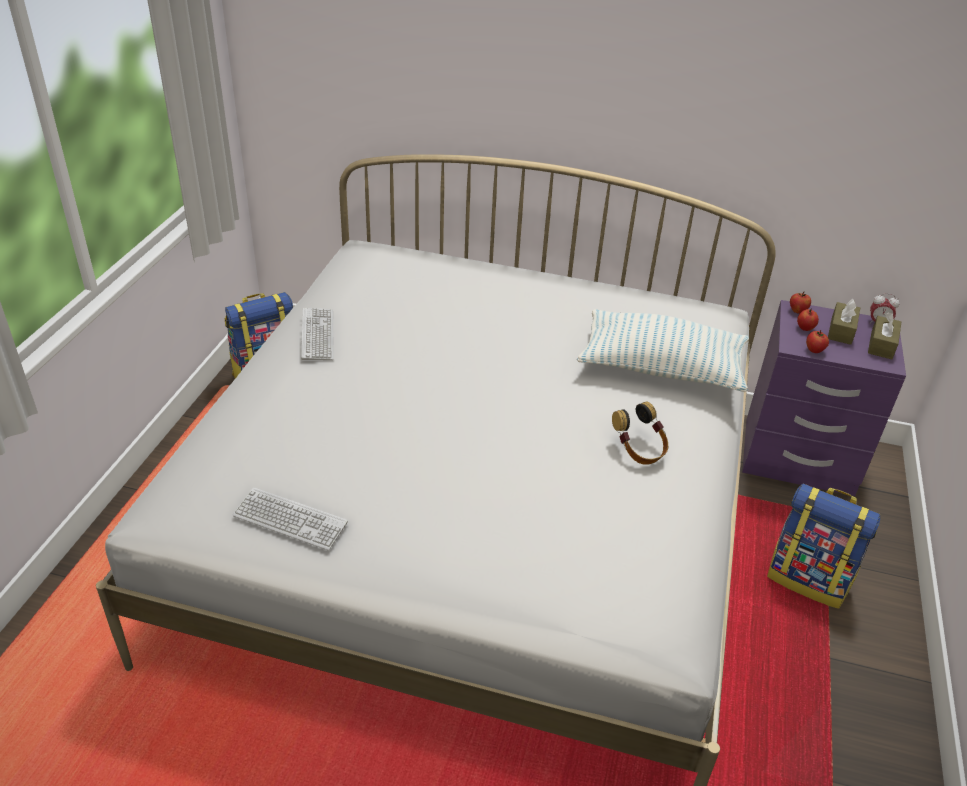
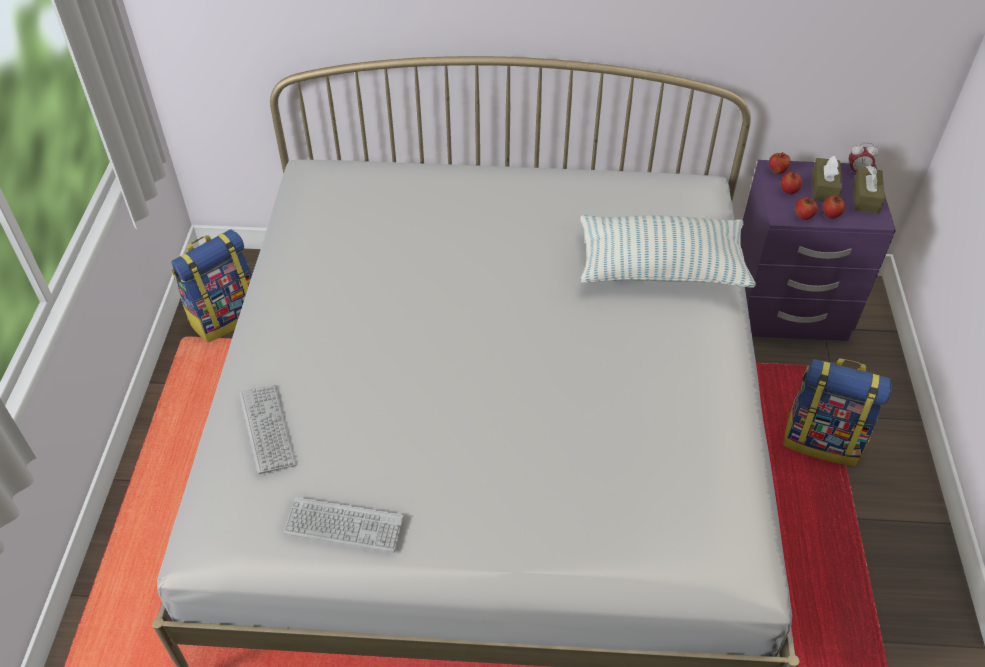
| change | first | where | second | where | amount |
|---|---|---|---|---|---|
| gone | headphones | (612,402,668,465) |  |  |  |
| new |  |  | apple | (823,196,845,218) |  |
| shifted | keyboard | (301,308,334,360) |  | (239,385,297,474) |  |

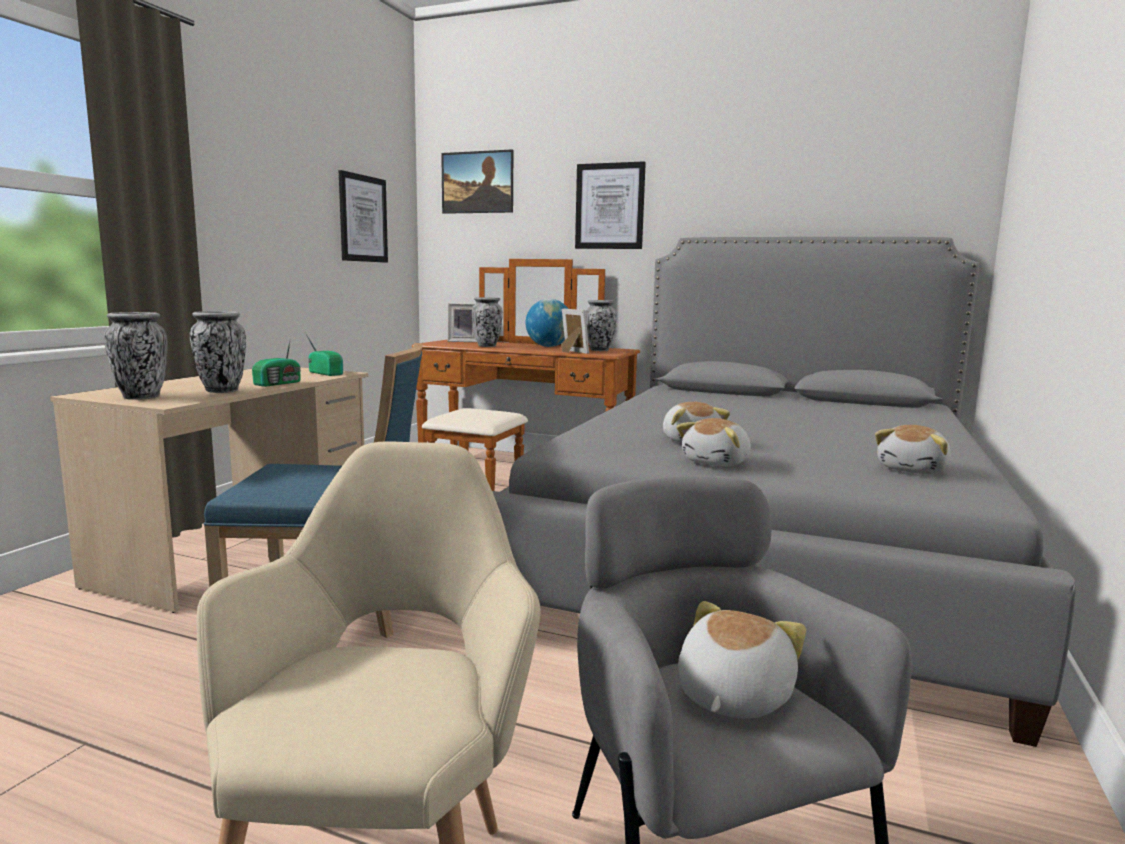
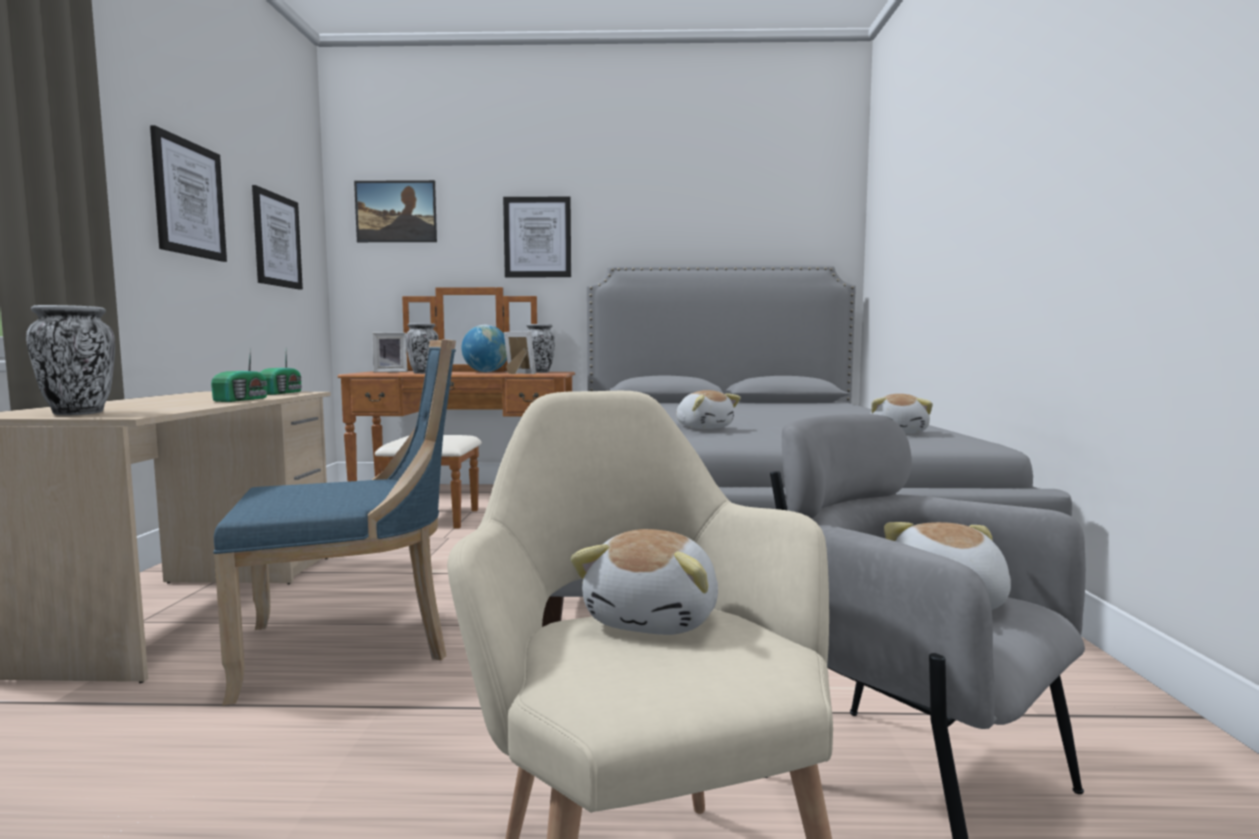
| change | first | where | second | where | amount |
|---|---|---|---|---|---|
| gone | vase | (190,311,246,393) |  |  |  |
| new |  |  | picture | (150,125,227,262) |  |
| shifted | plush toy | (676,418,751,467) |  | (570,529,718,635) |  |
| rotated | radio | (306,334,343,376) |  | (259,352,302,395) | 75 degrees clockwise |

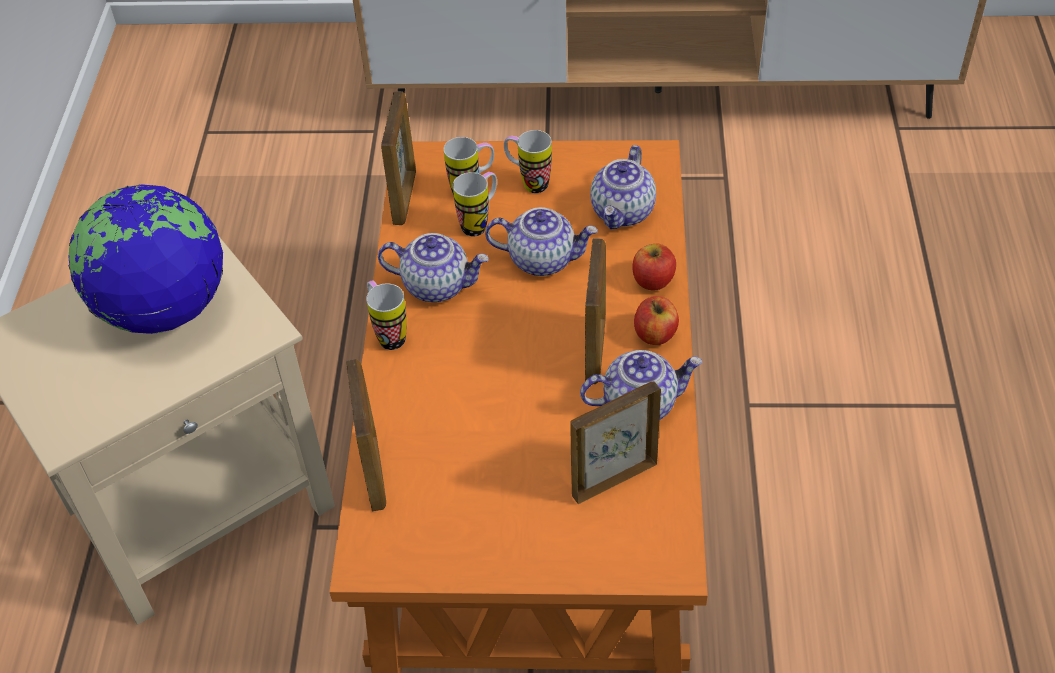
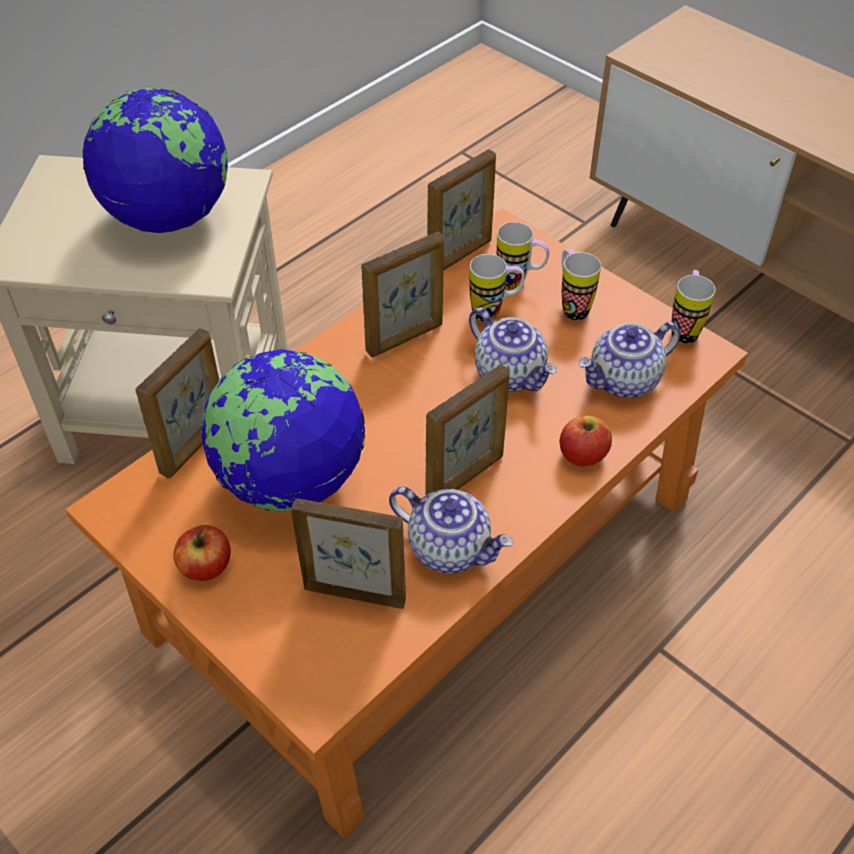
| change | first | where | second | where | amount |
|---|---|---|---|---|---|
| new |  |  | globe | (201,349,365,511) |  |
| shifted | mug | (366,280,407,350) |  | (671,270,715,344) |  |
| shifted | apple | (634,296,679,345) |  | (174,525,231,581) |  |
| swapped | teapot | (378,233,489,302) | picture frame | (361,232,444,357) |  |

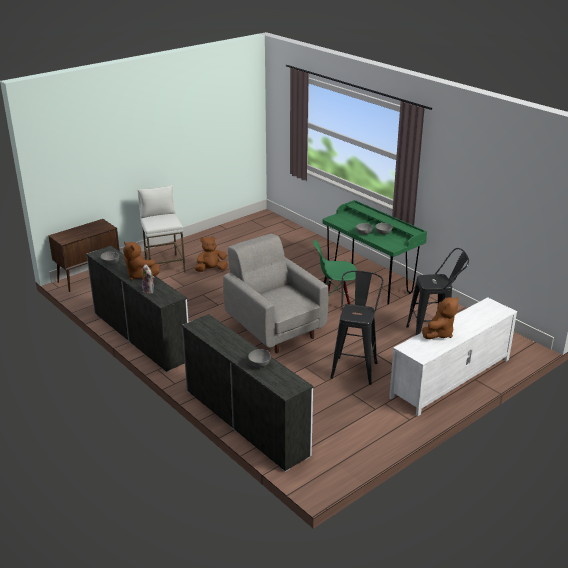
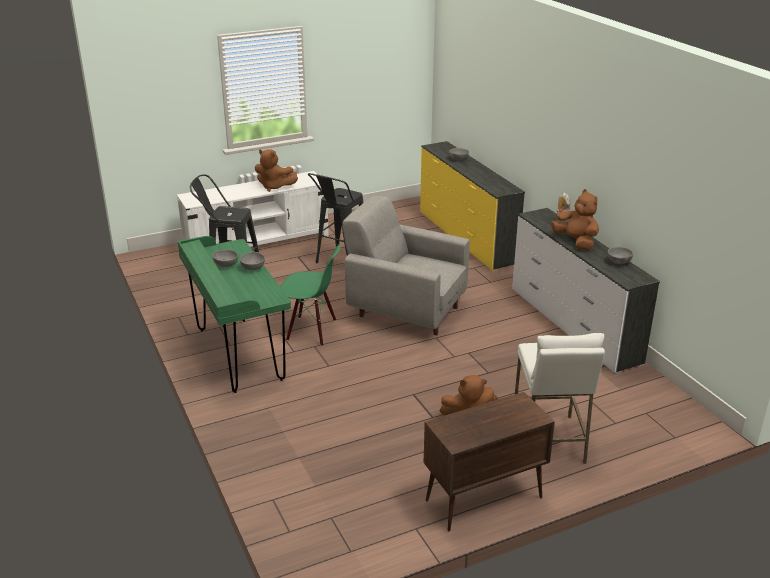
| change | first | where | second | where | amount |
|---|---|---|---|---|---|
| shifted | brown cabinet | (48,219,120,292) |  | (424,392,555,531) |  |
| repainted | white dresser | (182,314,314,472) | yellow dresser | (420,141,525,271) |  |
| rotated | grey armchair | (223,234,328,353) |  | (343,196,470,335) | 135 degrees clockwise |
| rotated | brown plush toy | (422,297,459,339) |  | (255,149,298,192) | 120 degrees counterclockwise |

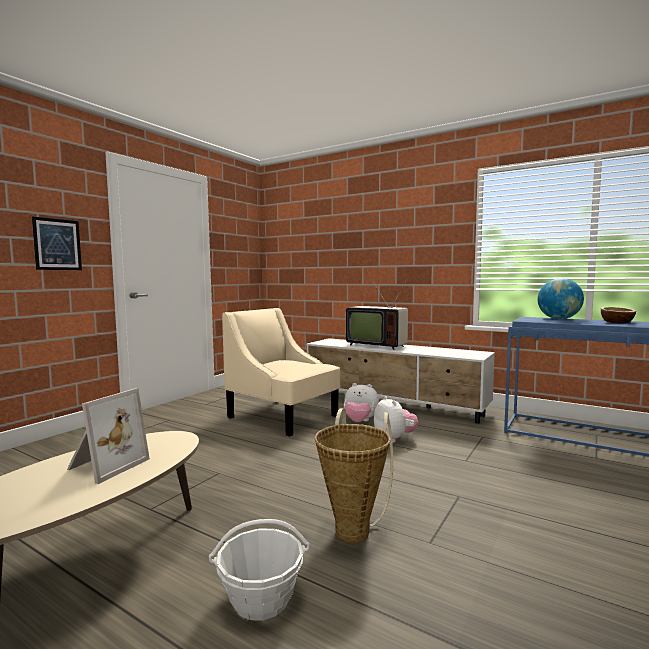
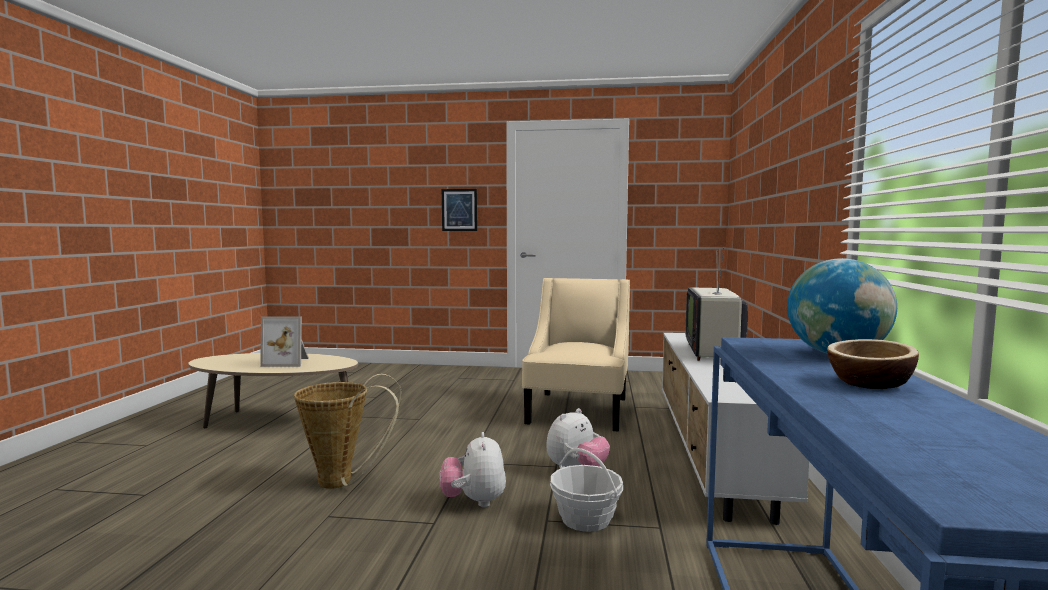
| change | first | where | second | where | amount |
|---|---|---|---|---|---|
| shifted | basket | (209,519,310,621) |  | (550,448,623,532) |  |
| shifted | plush toy | (344,383,379,422) |  | (440,432,506,507) |  |

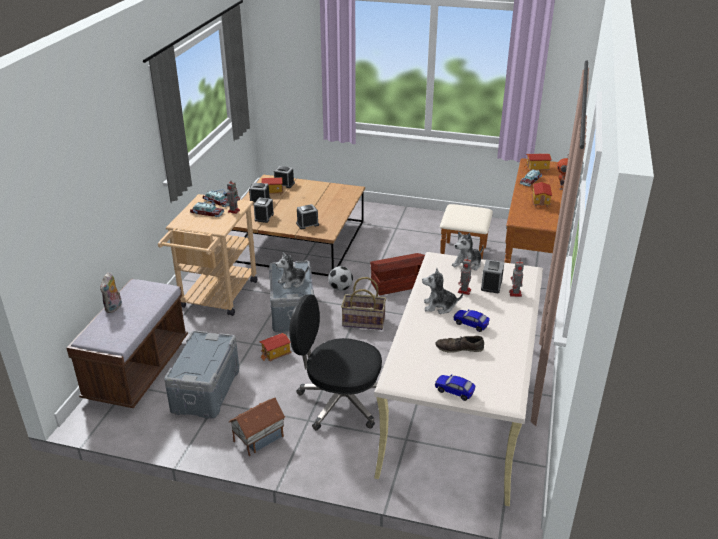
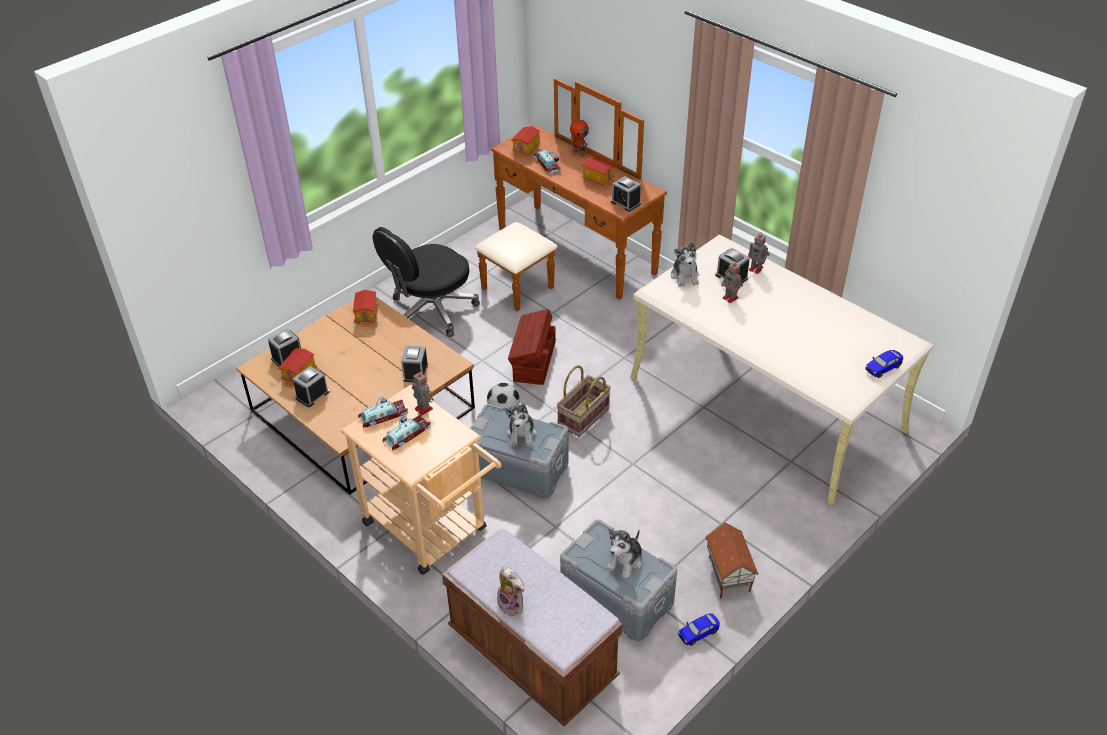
| change | first | where | second | where | amount |
|---|---|---|---|---|---|
| gone | brown shoe | (435,336,484,353) |  |  |  |
| shifted | alarm clock | (254,197,274,223) |  | (611,176,641,212) |  |
| shifted | toy house | (259,333,292,361) |  | (353,290,378,327) |  |
| shifted | black office chair | (289,294,382,431) |  | (373,227,480,337) |  |
| shifted | plush toy | (422,268,463,314) |  | (606,529,643,579) |  |
| shifted | toy car | (454,309,490,332) |  | (678,613,720,646) |  |

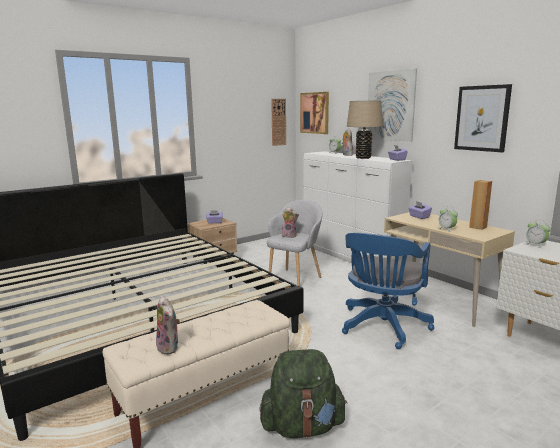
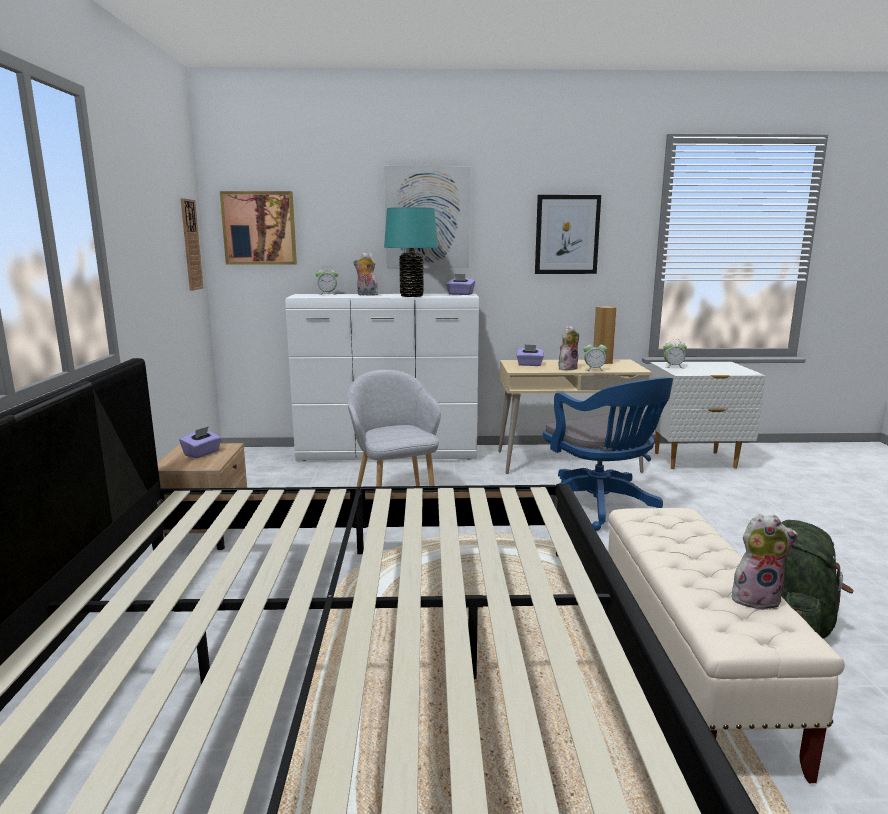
| change | first | where | second | where | amount |
|---|---|---|---|---|---|
| shifted | plush toy | (282,207,299,238) |  | (558,326,579,370) |  |
| repainted | beige table lamp | (347,101,383,159) | turquoise table lamp | (384,207,438,297) |  |

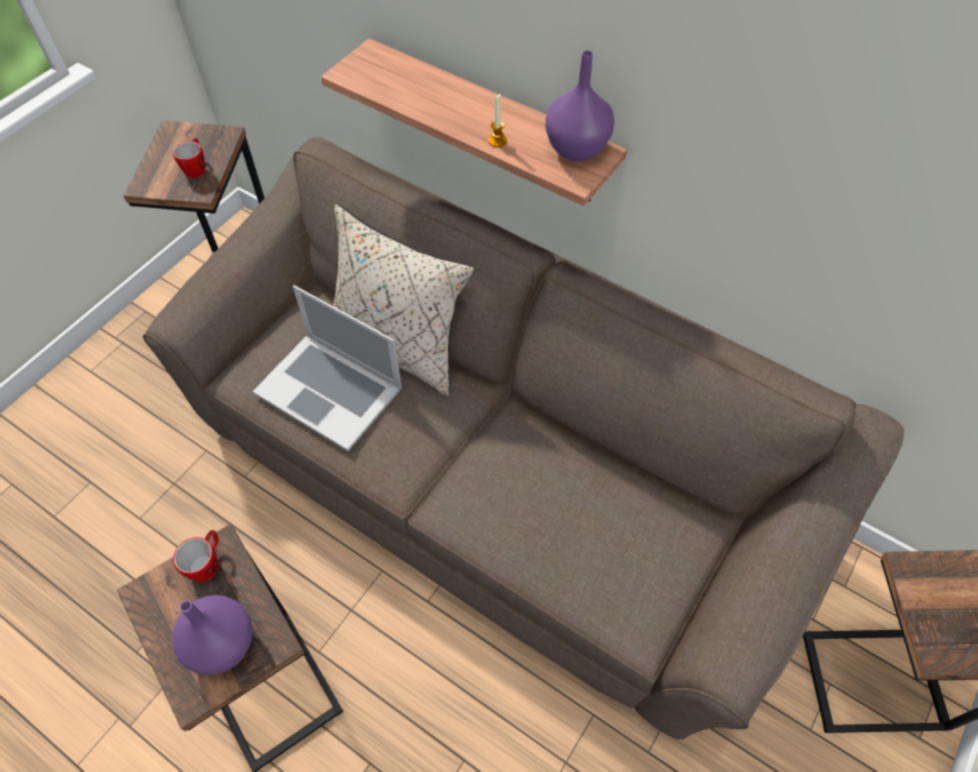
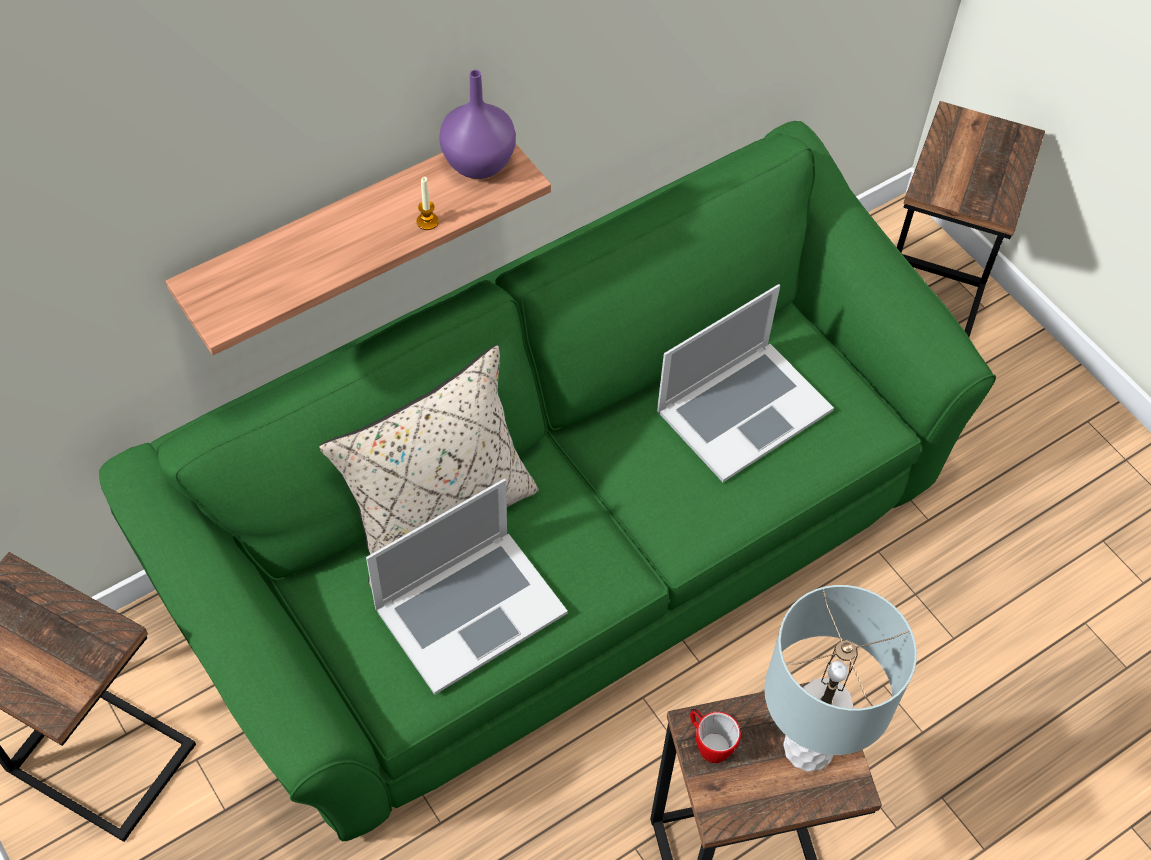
| change | first | where | second | where | amount |
|---|---|---|---|---|---|
| gone | mug | (173,138,205,178) |  |  |  |
| new |  |  | laptop | (657,284,834,482) |  |
| swapped | purple vase | (172,595,253,675) | grey table lamp | (764,585,917,772) |  |
| repainted | brown sofa | (143,137,904,740) | green sofa | (99,121,996,841) |  |

